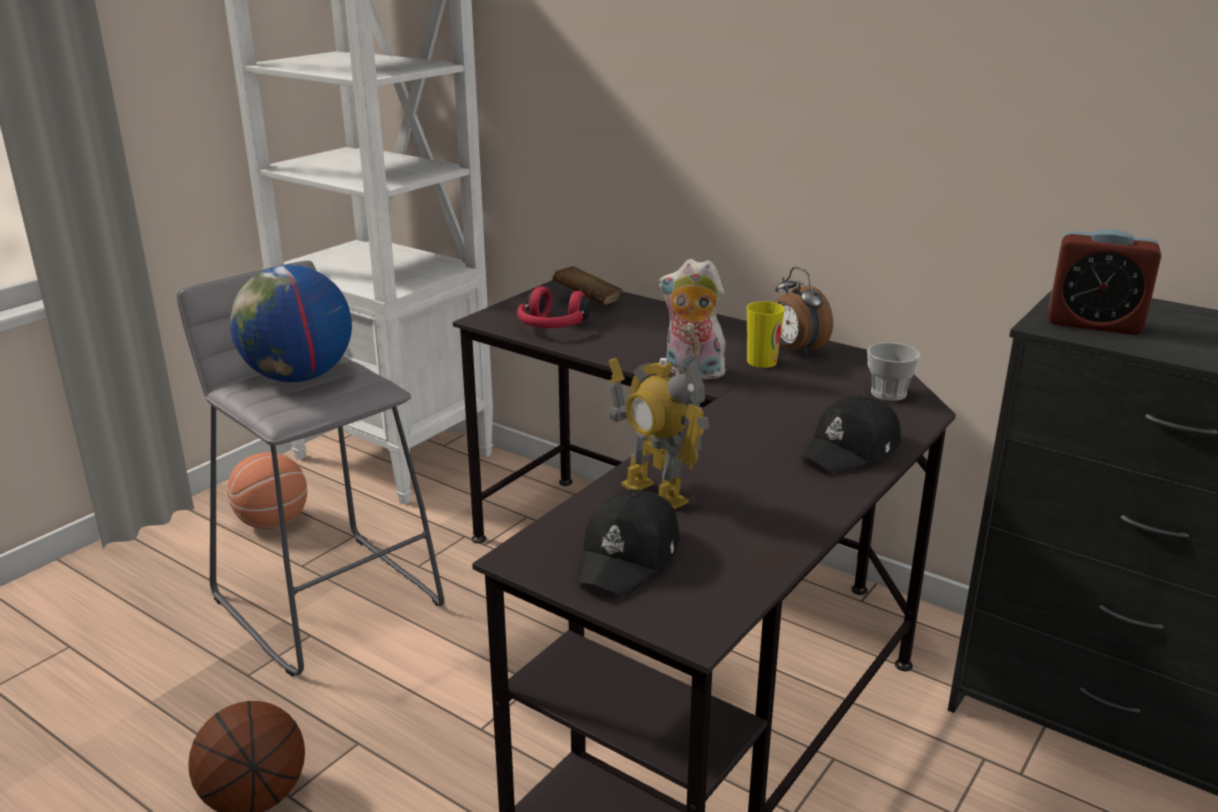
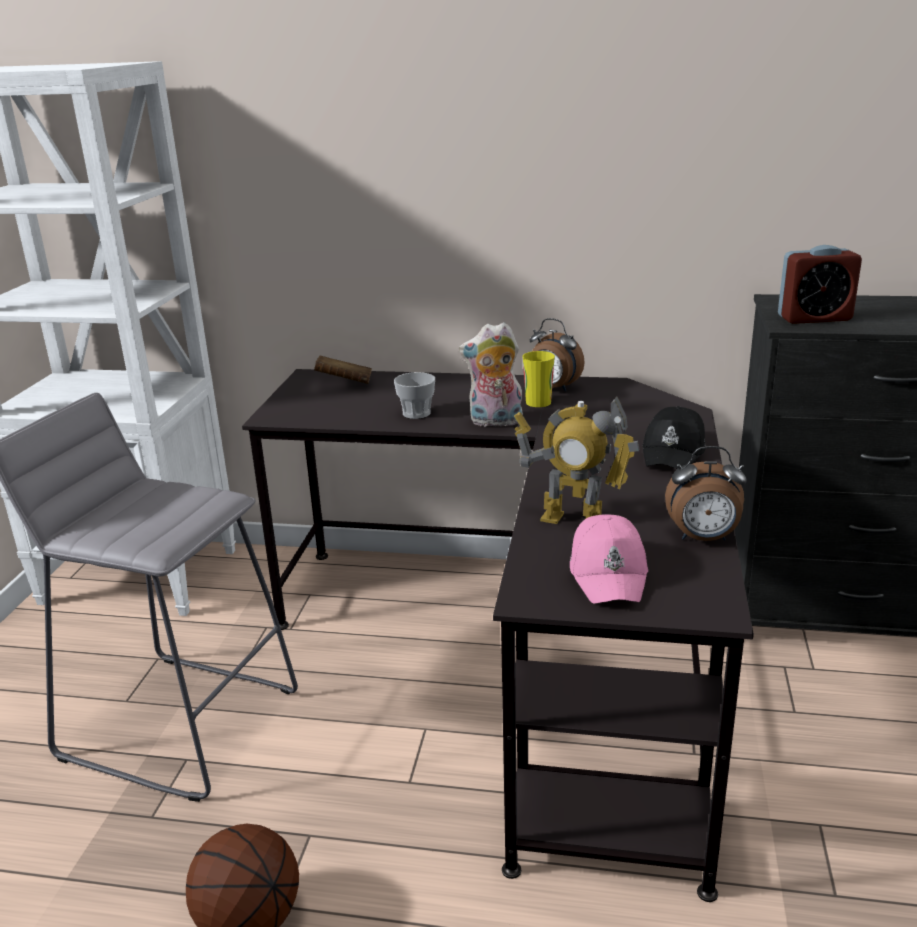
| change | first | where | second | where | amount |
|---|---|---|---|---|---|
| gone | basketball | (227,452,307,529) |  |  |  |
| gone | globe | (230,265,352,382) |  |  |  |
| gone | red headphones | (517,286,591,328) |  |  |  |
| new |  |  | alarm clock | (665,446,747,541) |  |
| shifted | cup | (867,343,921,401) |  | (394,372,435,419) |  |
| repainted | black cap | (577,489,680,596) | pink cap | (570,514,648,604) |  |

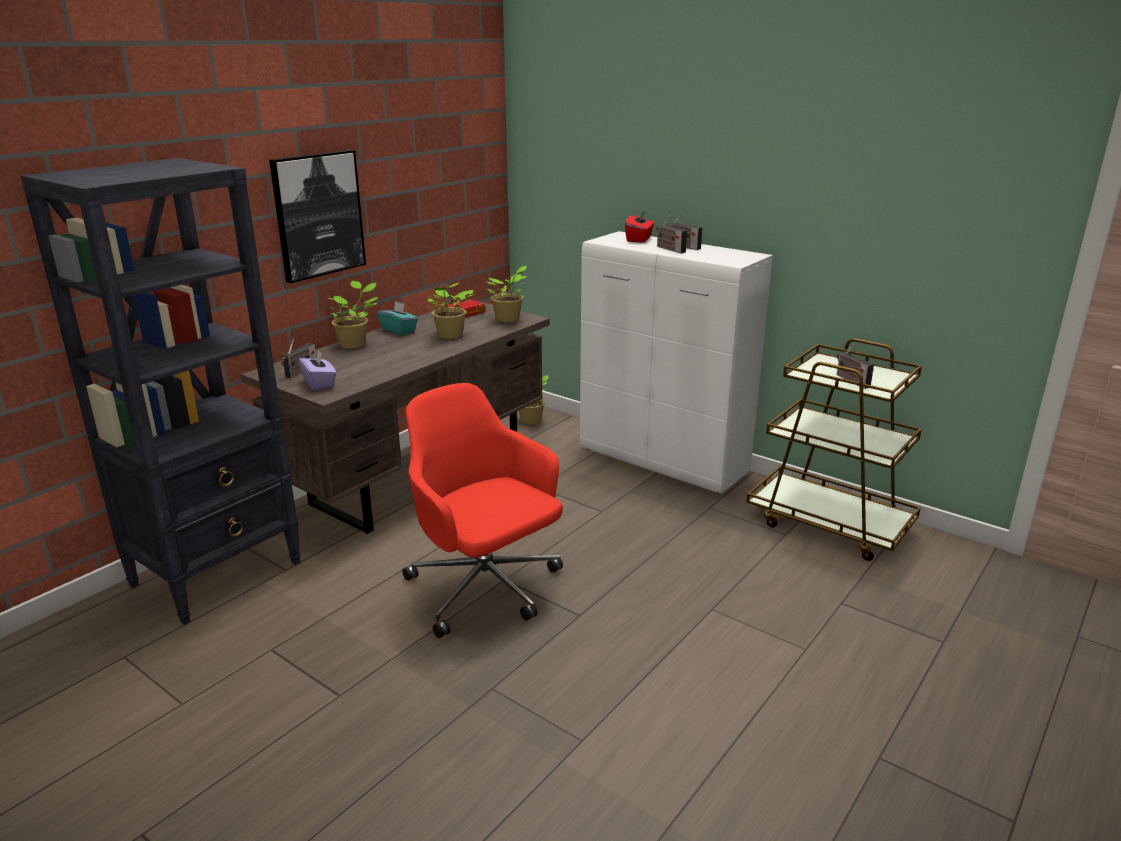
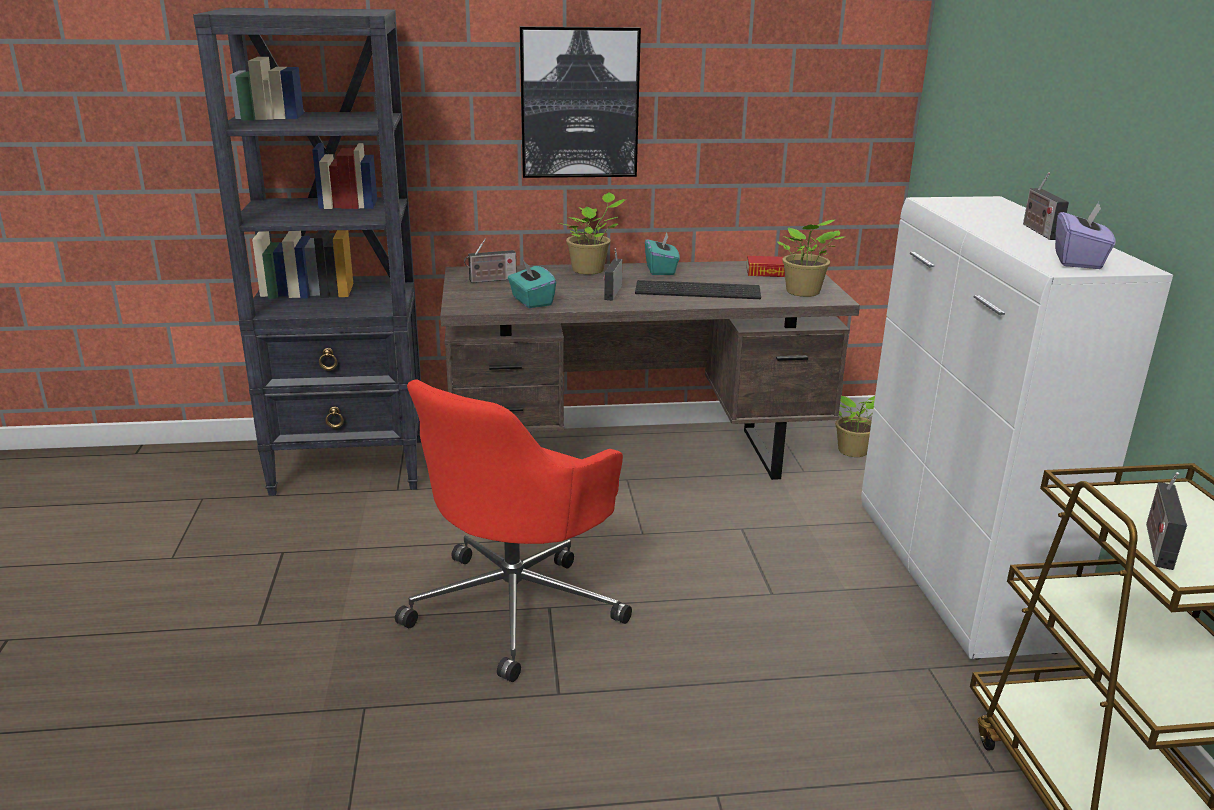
| change | first | where | second | where | amount |
|---|---|---|---|---|---|
| gone | red tissue box | (625,210,655,243) |  |  |  |
| new |  |  | turquoise tissue box | (508,259,556,308) |  |
| shifted | purple tissue box | (299,349,336,391) |  | (1055,203,1115,269) |  |
| shifted | radio | (657,215,687,253) |  | (604,248,622,301) |  |
| swapped | potted plant | (427,283,473,339) | keyboard | (635,280,761,299) |  |
| rotated | red office chair | (402,383,563,638) |  | (395,379,632,682) | 150 degrees counterclockwise |

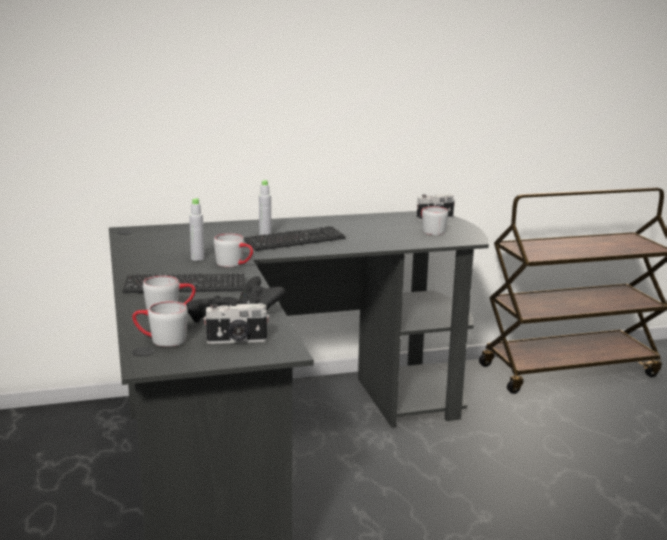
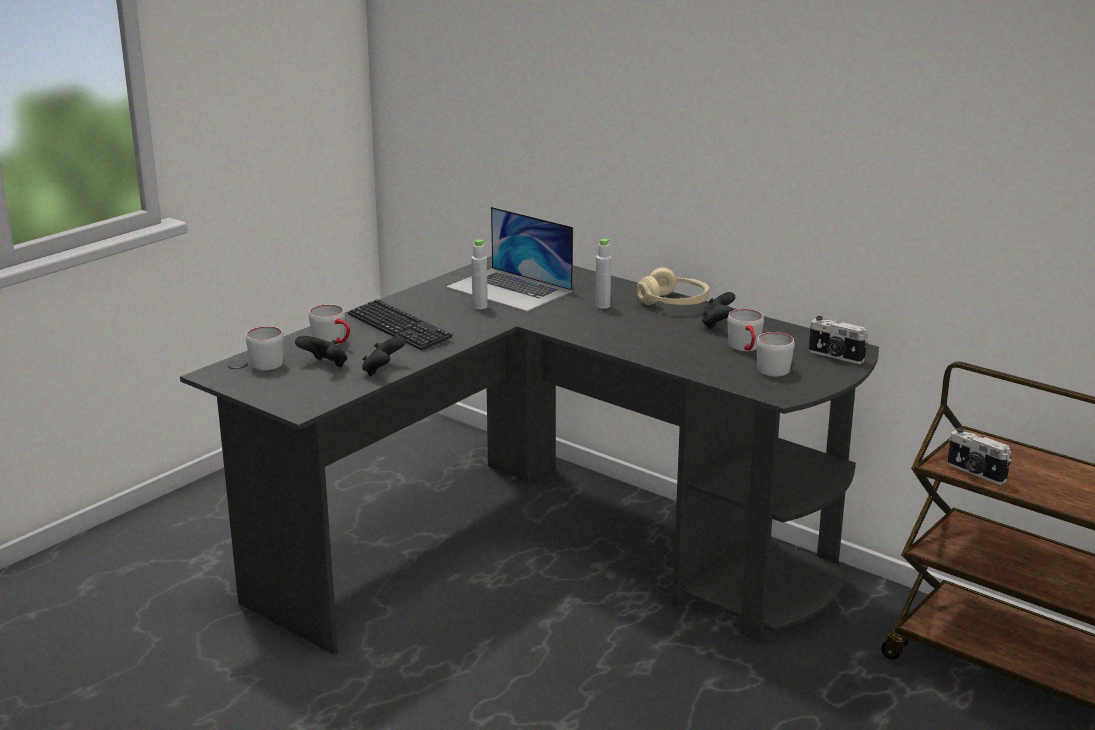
| change | first | where | second | where | amount |
|---|---|---|---|---|---|
| gone | keyboard | (244,226,346,251) |  |  |  |
| new |  |  | laptop | (446,207,573,312) |  |
| new |  |  | beige headphones | (636,267,709,305) |  |
| new |  |  | black game controller | (701,292,735,329) |  |
| shifted | photo camera | (204,303,269,344) |  | (947,428,1011,485) |  |
| shifted | grey mug | (214,233,253,267) |  | (727,309,764,351) |  |

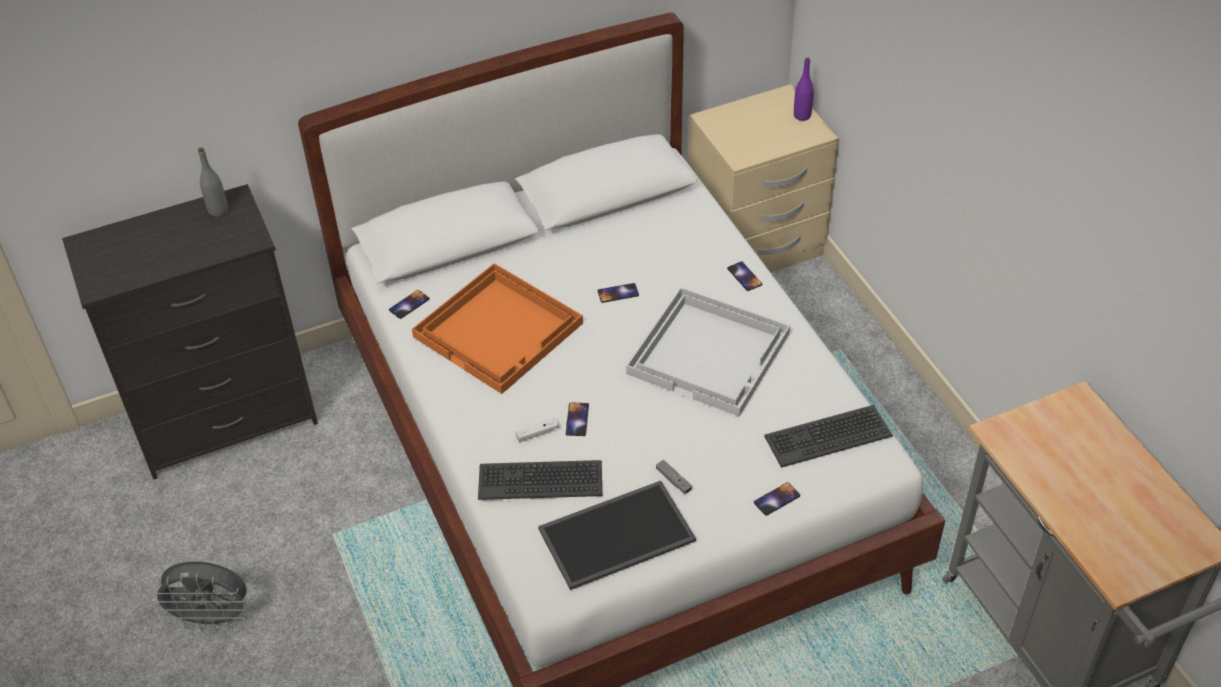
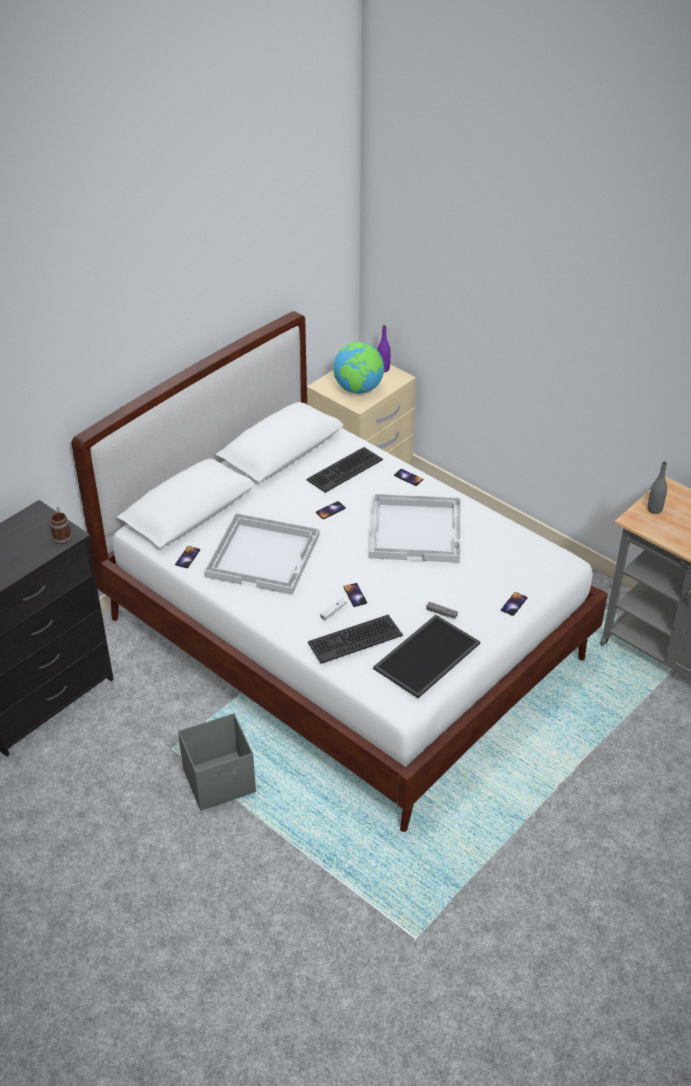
| change | first | where | second | where | amount |
|---|---|---|---|---|---|
| gone | grey fan | (150,561,250,631) |  |  |  |
| new |  |  | mug | (50,507,72,545) |  |
| new |  |  | grey storage box | (178,713,256,810) |  |
| new |  |  | globe | (333,342,384,394) |  |
| shifted | grey bottle | (198,147,228,217) |  | (648,461,667,514) |  |
| shifted | keyboard | (764,405,893,468) |  | (306,447,383,493) |  |
| repainted | orange tray | (412,263,583,394) | white tray | (204,513,319,595) |  |

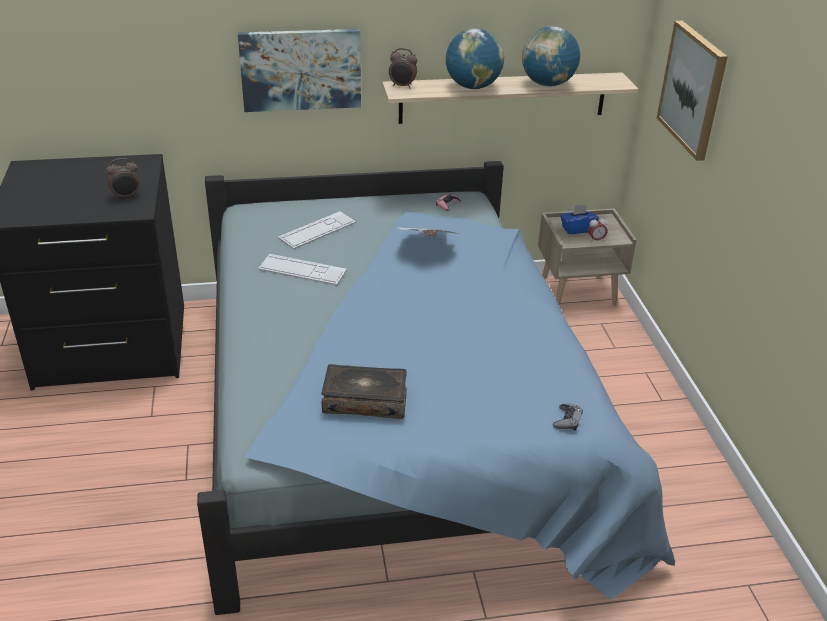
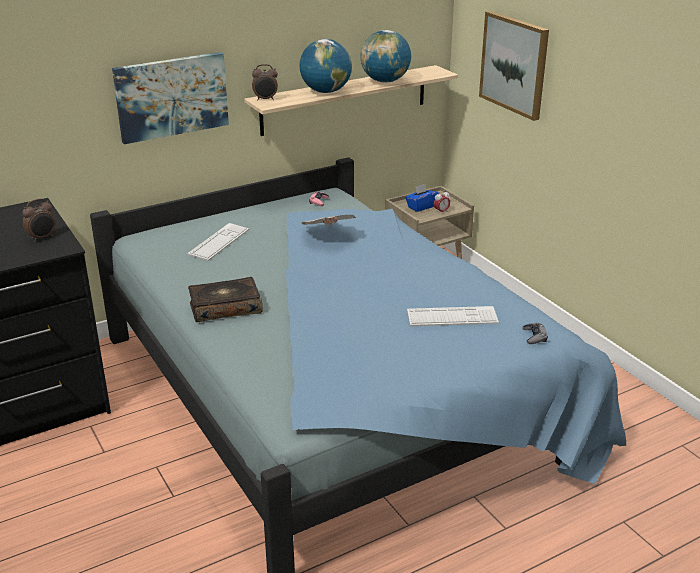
| change | first | where | second | where | amount |
|---|---|---|---|---|---|
| shifted | keyboard | (258,254,347,285) |  | (407,306,499,326) |  |
| shifted | book | (321,364,407,419) |  | (188,277,263,322) |  |

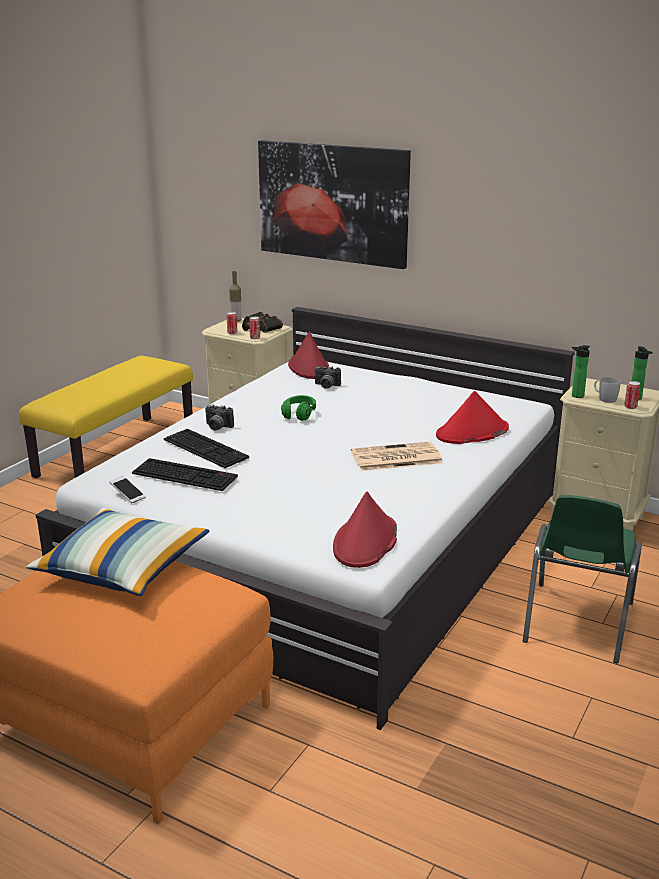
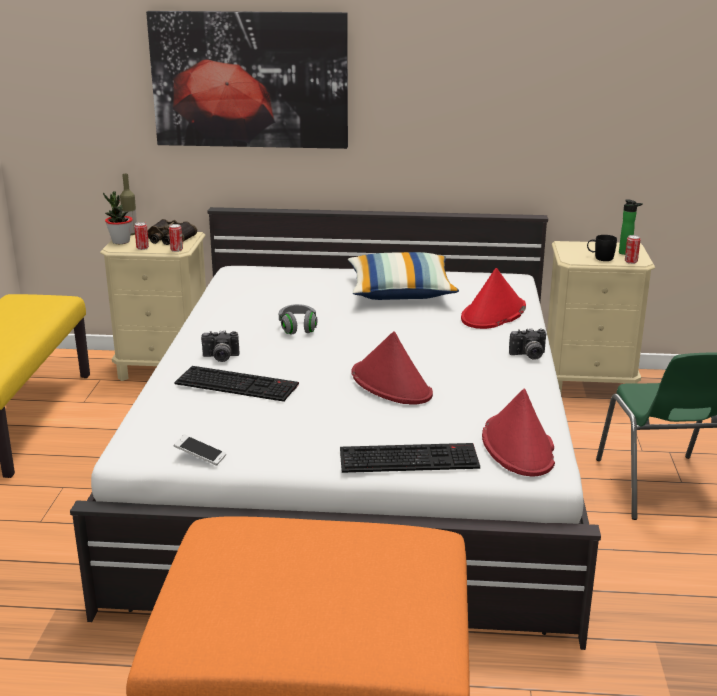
| change | first | where | second | where | amount |
|---|---|---|---|---|---|
| gone | newspaper | (351,442,443,471) |  |  |  |
| gone | bottle | (572,345,590,398) |  |  |  |
| new |  |  | potted plant | (103,191,133,244) |  |
| shifted | pillow | (26,508,210,596) |  | (348,252,459,300) |  |
| shifted | keyboard | (132,458,238,491) |  | (340,443,480,473) |  |
| shifted | red hat | (288,331,329,379) |  | (351,331,433,404) |  |
| shifted | photo camera | (315,366,341,389) |  | (509,328,546,360) |  |
| repainted | green headphones | (281,395,316,421) | grey headphones | (279,304,318,335) |  |
| repainted | white mug | (594,377,621,403) | black mug | (587,235,617,261) |  |

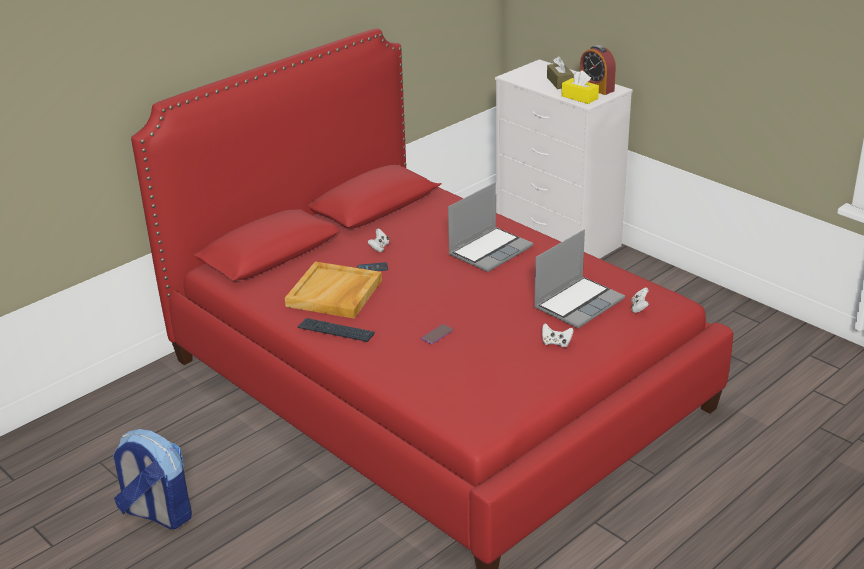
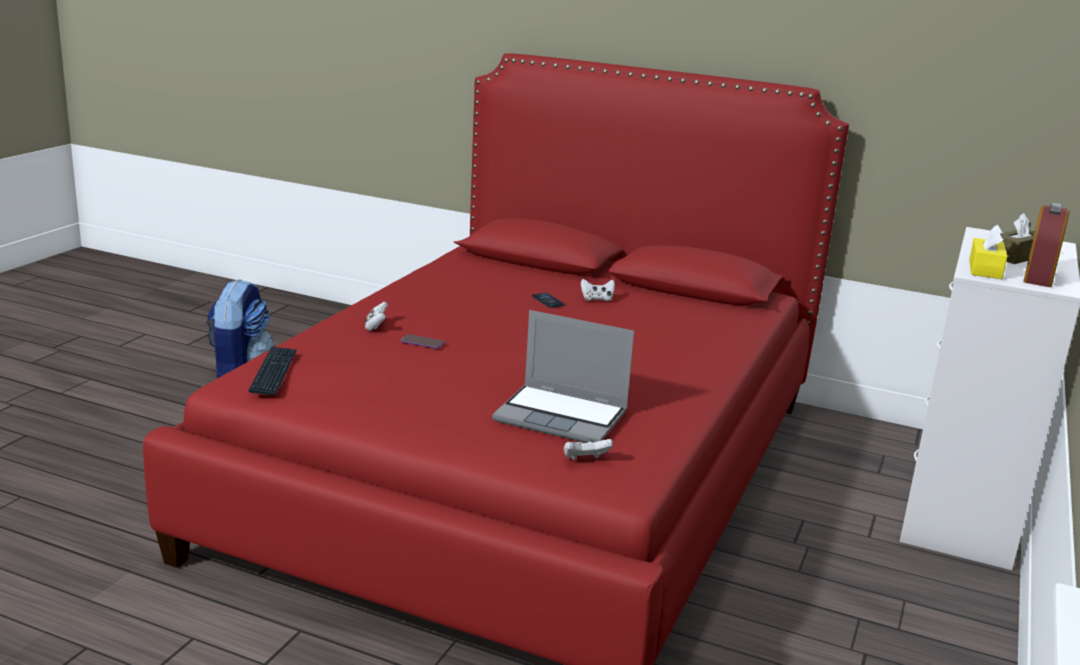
| change | first | where | second | where | amount |
|---|---|---|---|---|---|
| gone | beige tray | (285,261,382,319) |  |  |  |
| gone | laptop | (448,183,533,272) |  |  |  |
| shifted | keyboard | (297,318,375,342) |  | (249,346,297,395) |  |
| shifted | white game controller | (542,324,573,348) |  | (364,302,388,331) |  |

